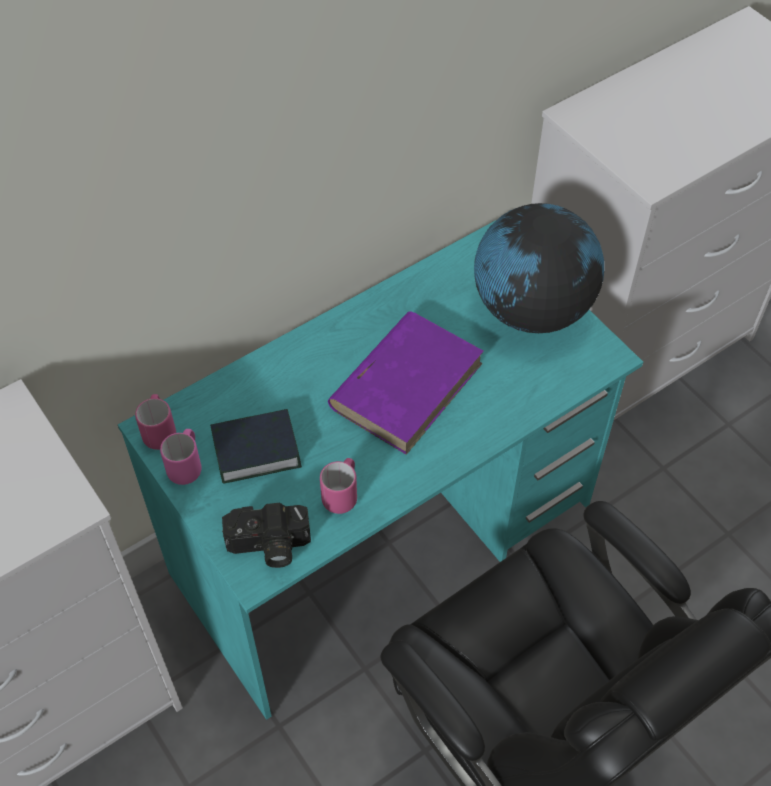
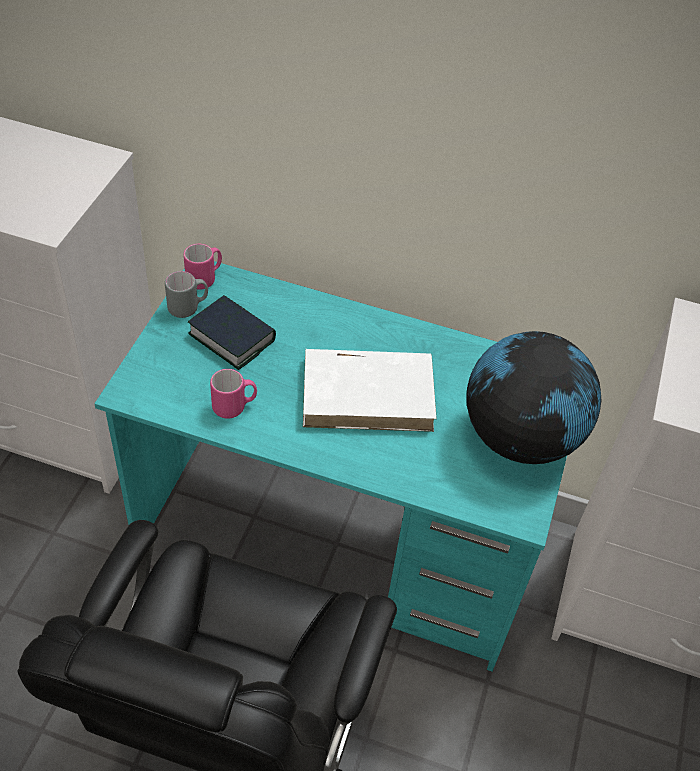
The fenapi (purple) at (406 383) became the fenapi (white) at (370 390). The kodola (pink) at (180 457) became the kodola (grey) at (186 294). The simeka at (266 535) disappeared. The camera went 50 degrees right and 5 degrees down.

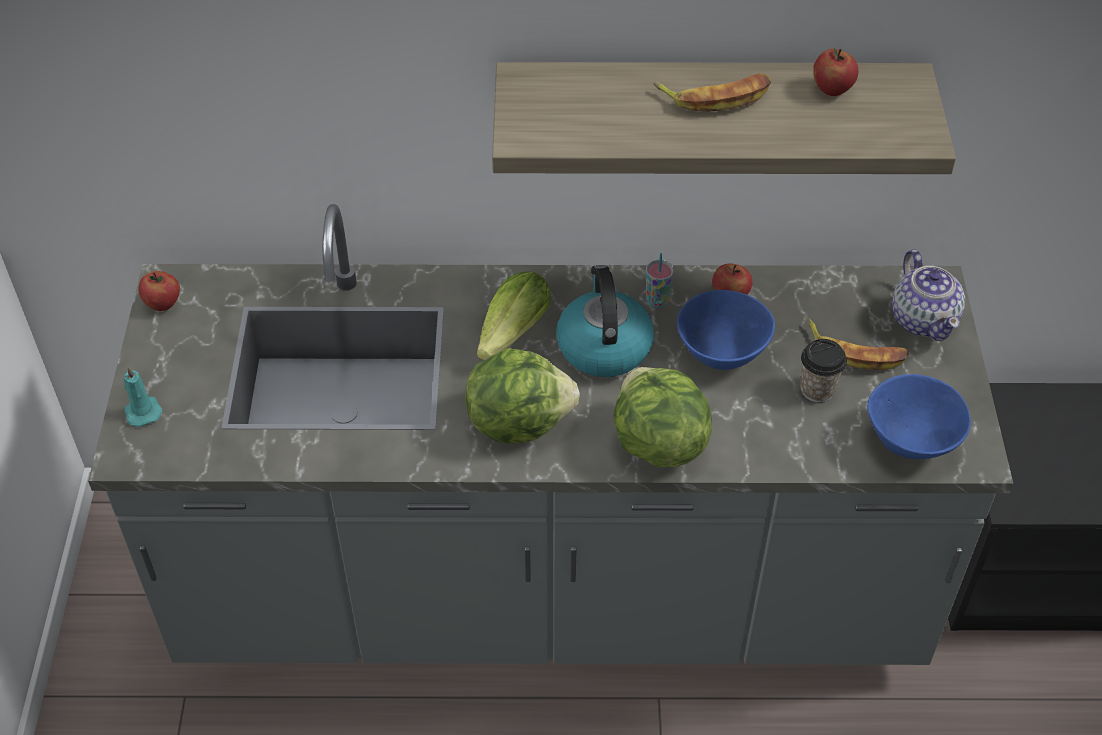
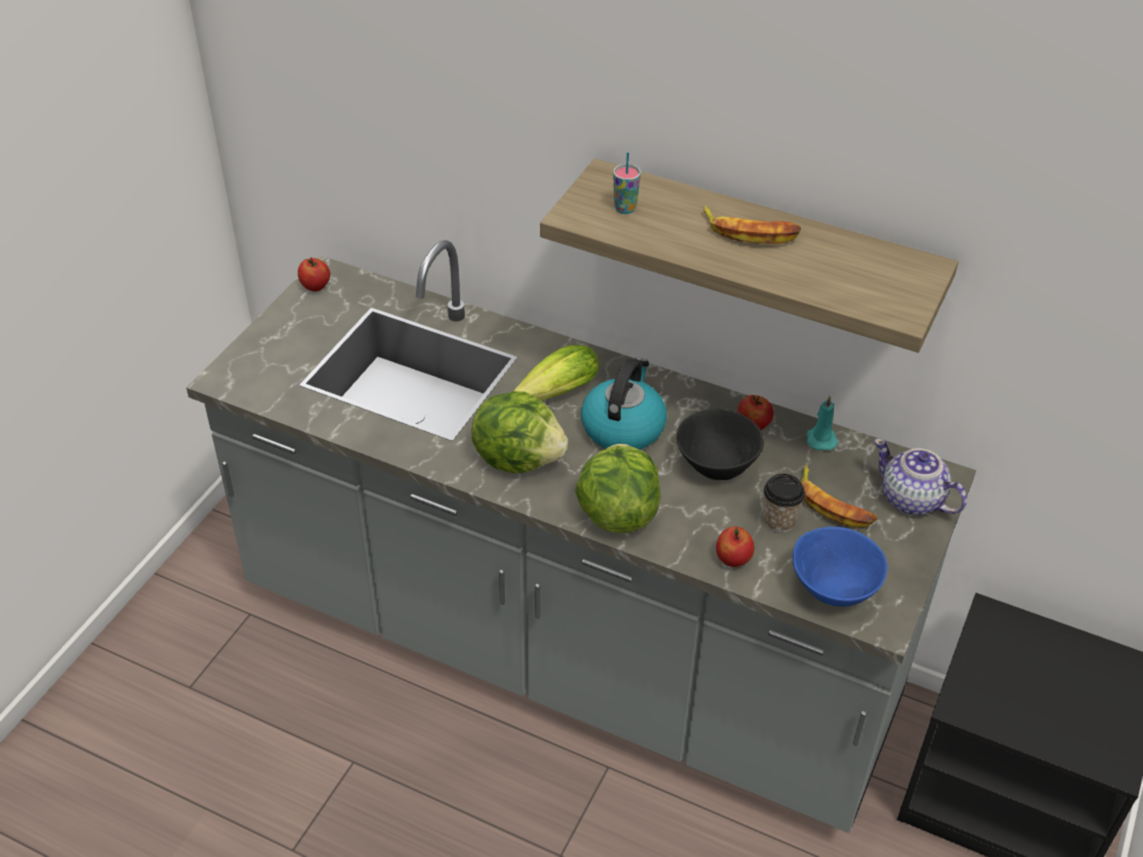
The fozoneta moved from (835 72) to (735 547). The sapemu at (928 295) turned 120 degrees clockwise. The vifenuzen moved from (660 280) to (627 183). The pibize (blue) at (726 330) became the pibize (black) at (720 444). The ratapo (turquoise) moved from (143 396) to (822 423). The camera went 25 degrees right and 5 degrees down.

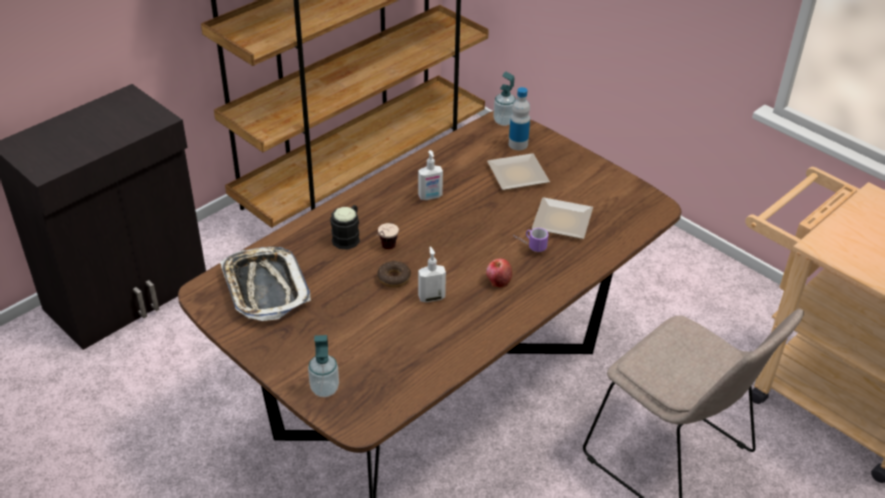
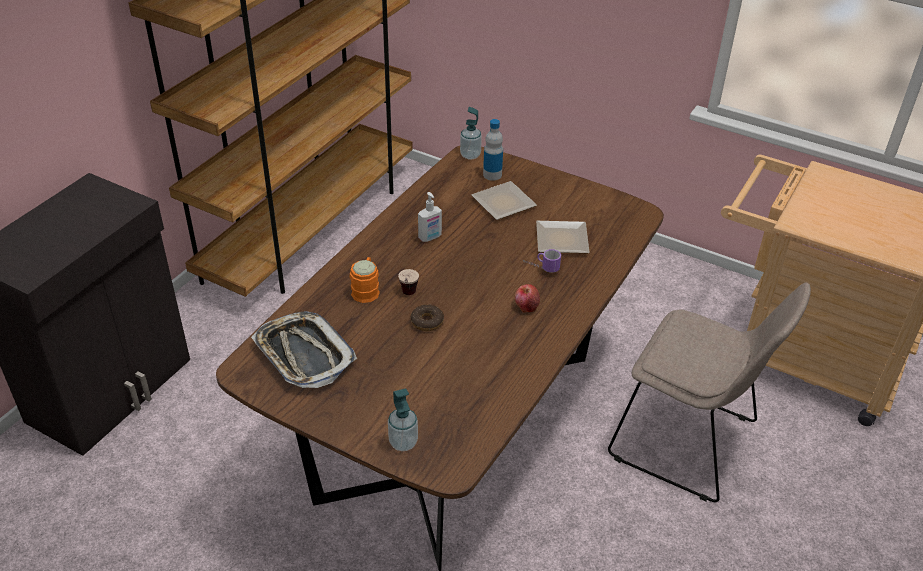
The kodola (black) at (345 227) became the kodola (orange) at (365 280). The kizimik at (432 274) disappeared. The camera went 15 degrees left and 0 degrees up.

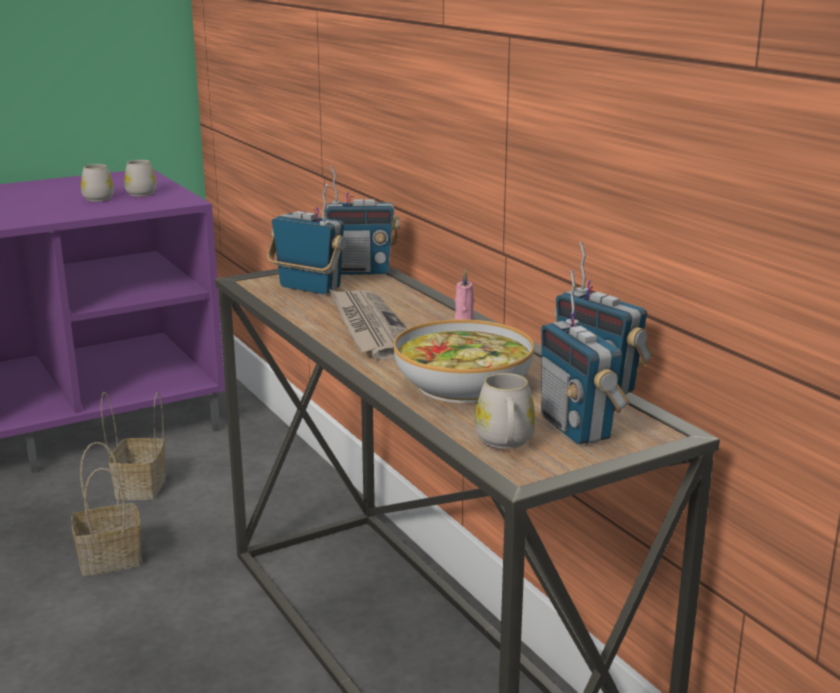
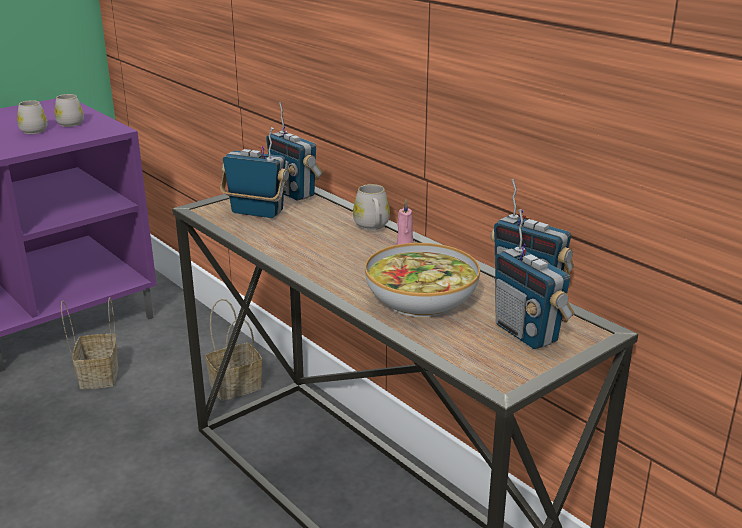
The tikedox at (361 220) turned 60 degrees clockwise. The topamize at (368 324) disappeared. The kodola (white) moved from (505 411) to (371 207). The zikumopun moved from (106 509) to (234 350). The camera went 10 degrees left and 5 degrees up.

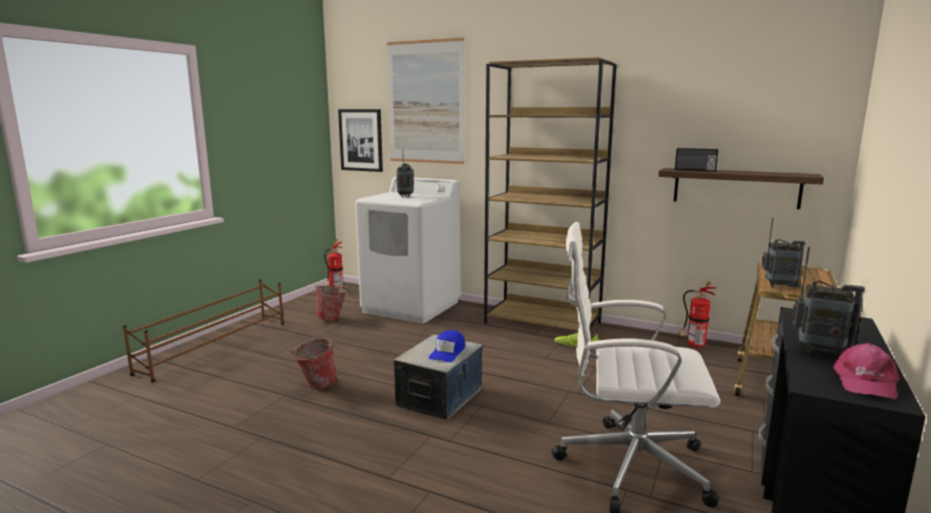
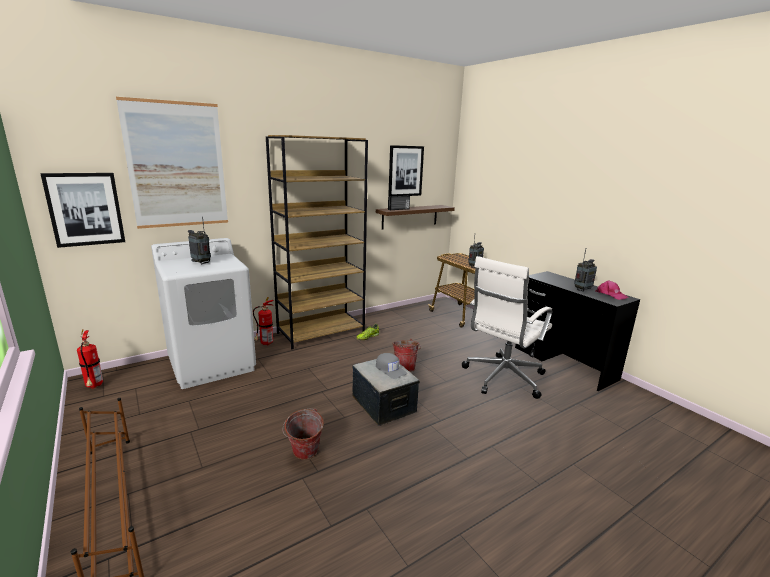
The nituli moved from (698 315) to (263 321). The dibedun moved from (331 303) to (406 355). The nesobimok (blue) at (447 346) became the nesobimok (grey) at (391 366). The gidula at (406 170) appeared. The camera went 60 degrees left and 5 degrees up.

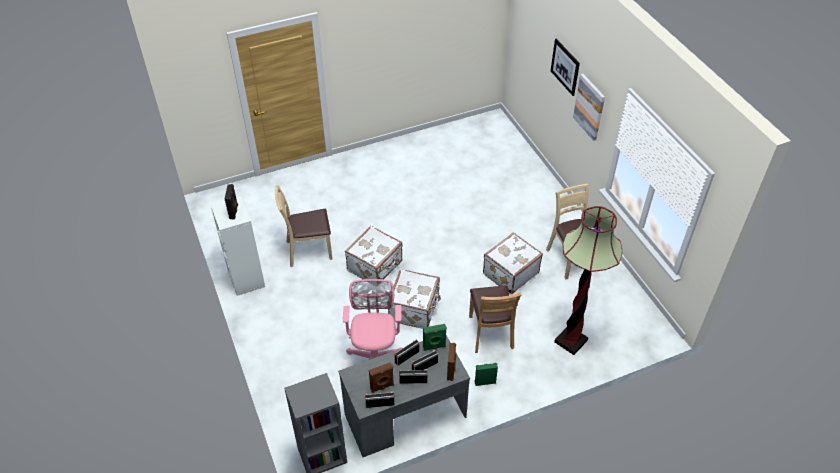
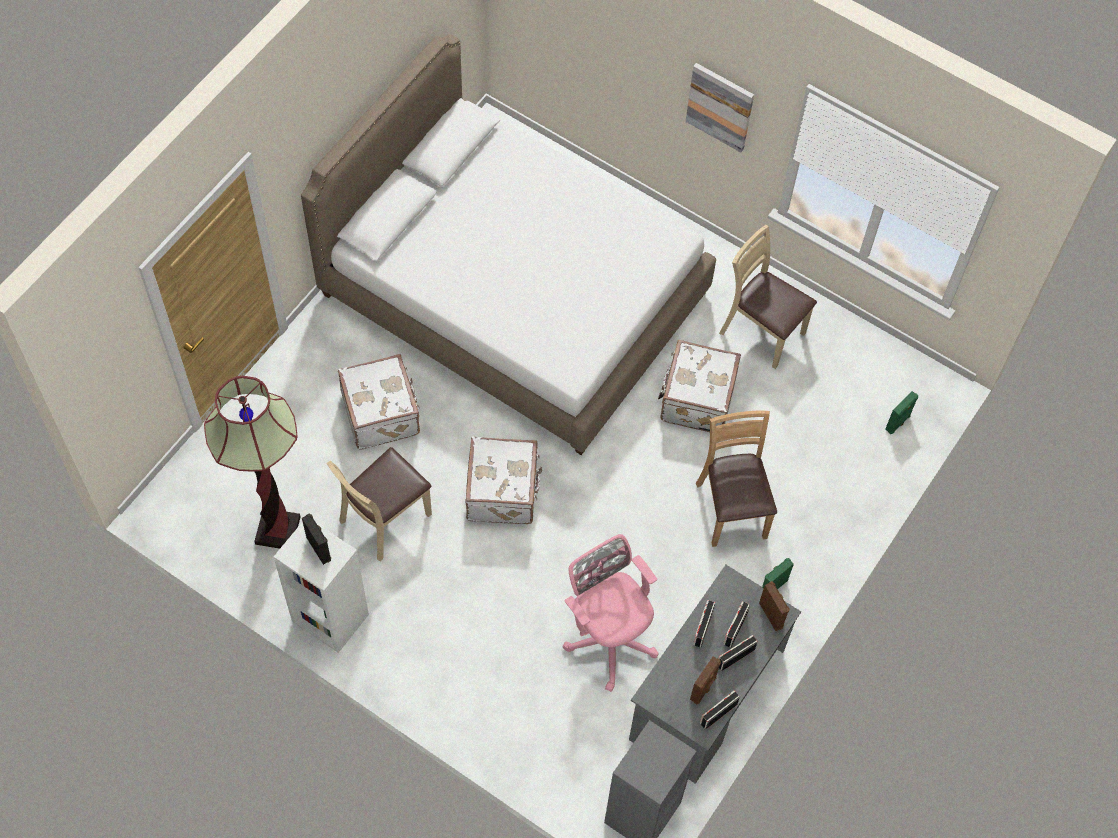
The gidula at (565 67) disappeared. The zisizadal moved from (588 280) to (252 462). The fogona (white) moved from (414 299) to (379 402). The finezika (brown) at (495 319) turned 150 degrees counterclockwise. The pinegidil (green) moved from (435 337) to (901 412). The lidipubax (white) at (508 244) appeared. The camera went 35 degrees left and 15 degrees up.

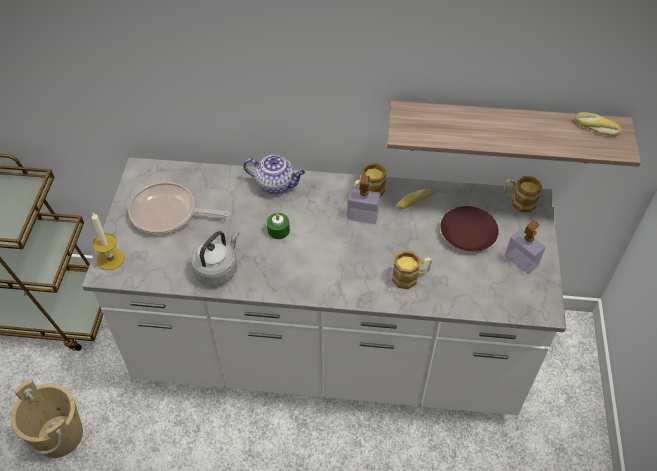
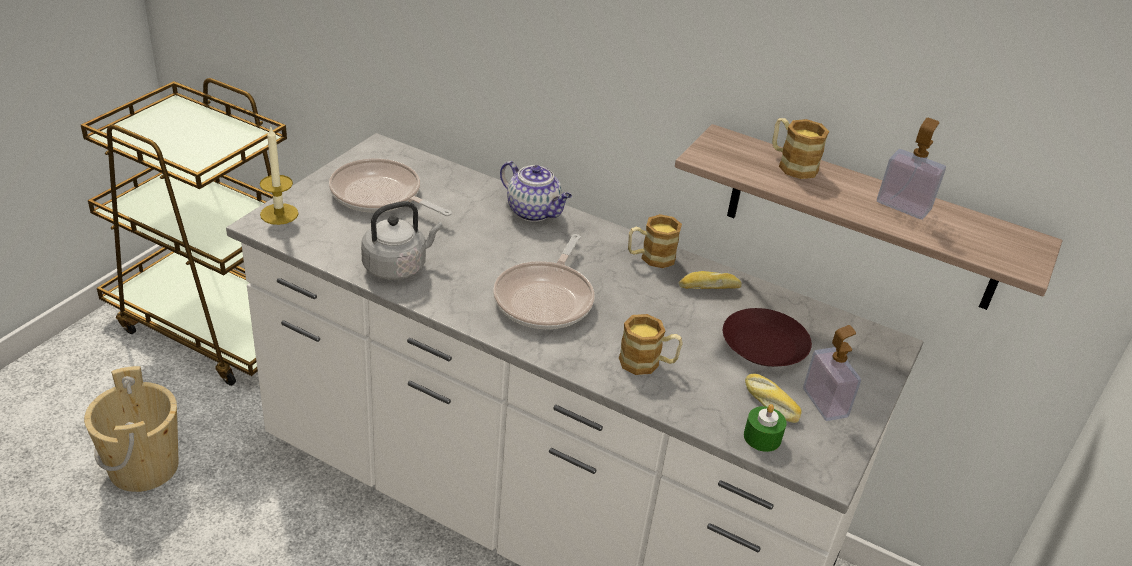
The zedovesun moved from (598 124) to (773 398). The kizimik moved from (363 199) to (911 169). The kodola moved from (523 194) to (800 148). The ratapo (green) moved from (278 226) to (765 428). The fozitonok at (543 281) appeared. The camera went 20 degrees right and 15 degrees down.

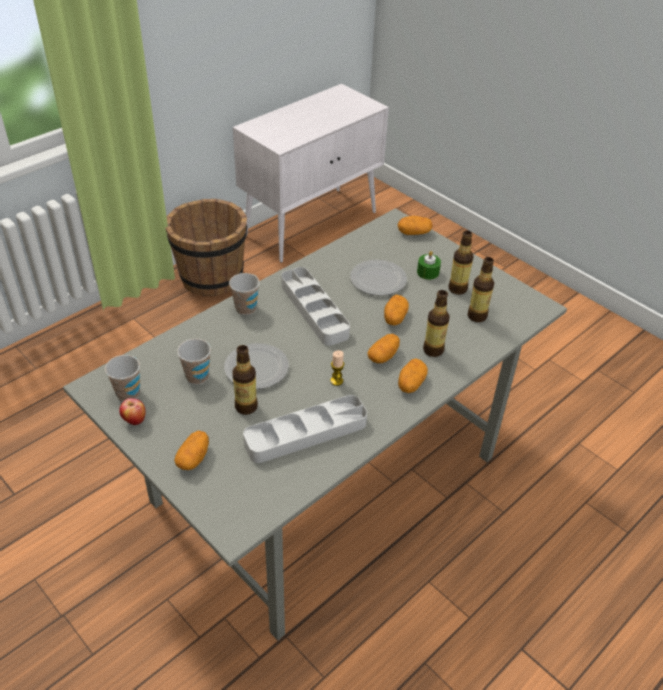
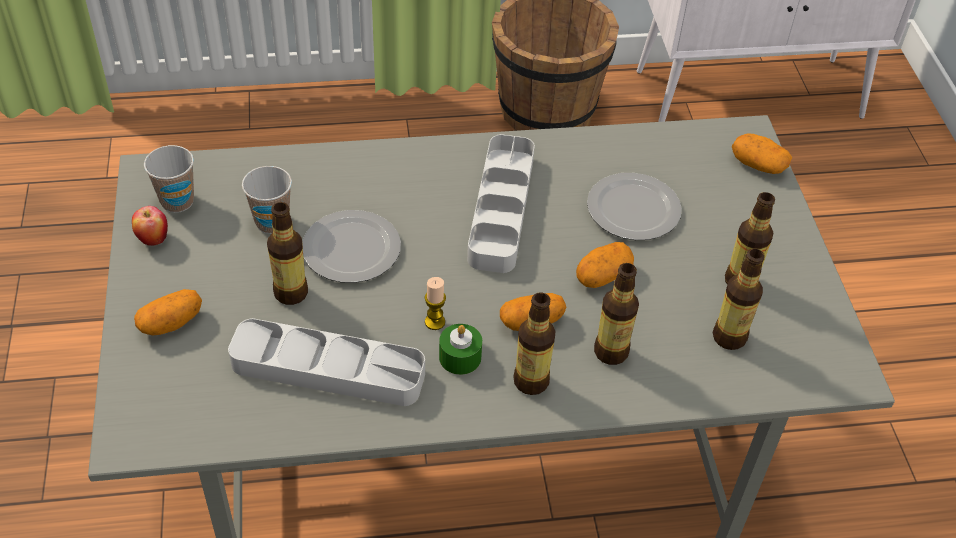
The ratapo (green) moved from (429 265) to (460 349). The vifenuzen at (244 294) disappeared. The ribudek at (413 375) was replaced by the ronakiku at (534 343). The camera went 35 degrees right and 5 degrees up.

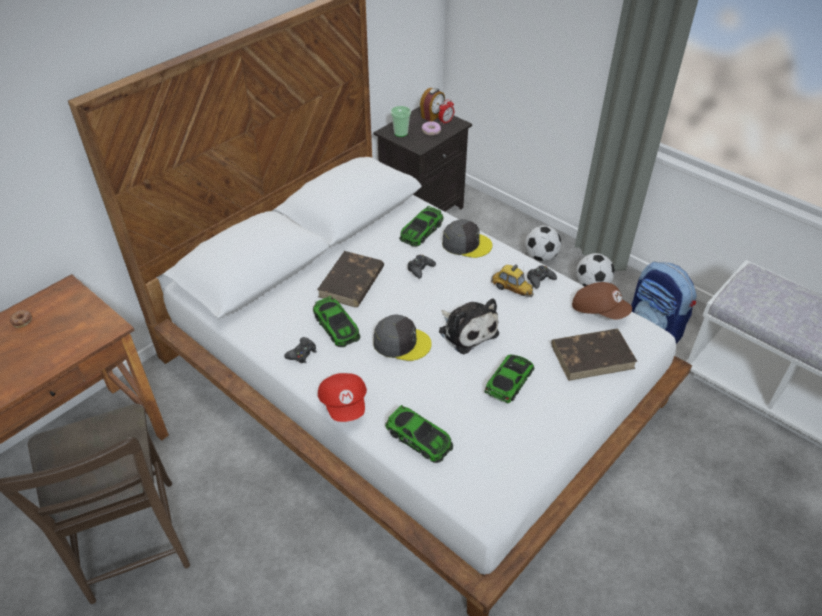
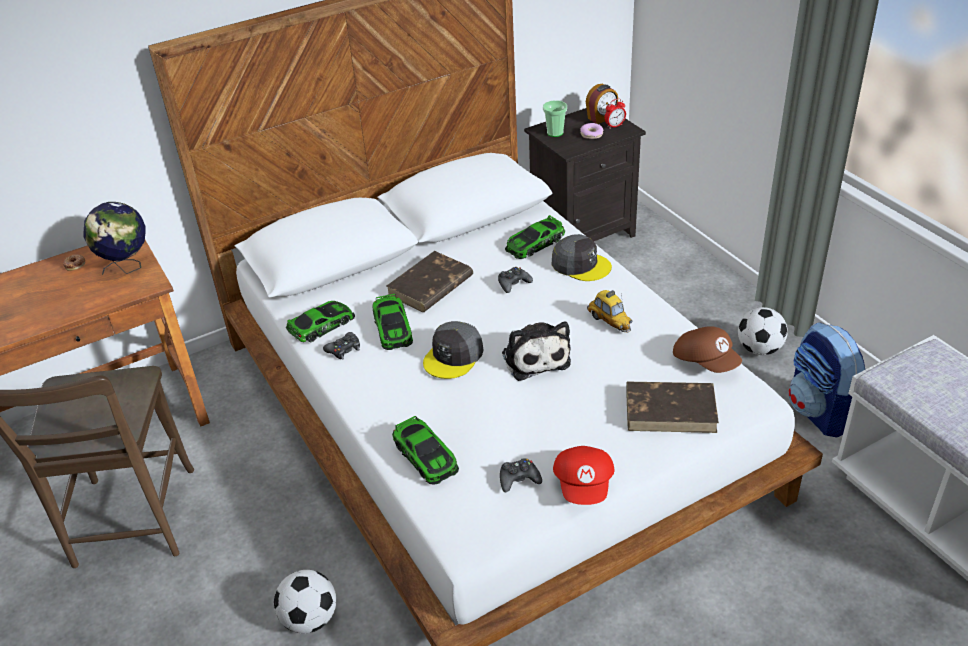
The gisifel moved from (543 243) to (305 602). The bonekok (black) moved from (542 277) to (521 475). The nesobimok (grey) at (402 338) turned 90 degrees clockwise. The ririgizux moved from (509 379) to (320 321). The nesobimok (red) moved from (342 397) to (583 475). The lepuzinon at (114 238) appeared. The camera went 20 degrees right and 5 degrees down.

